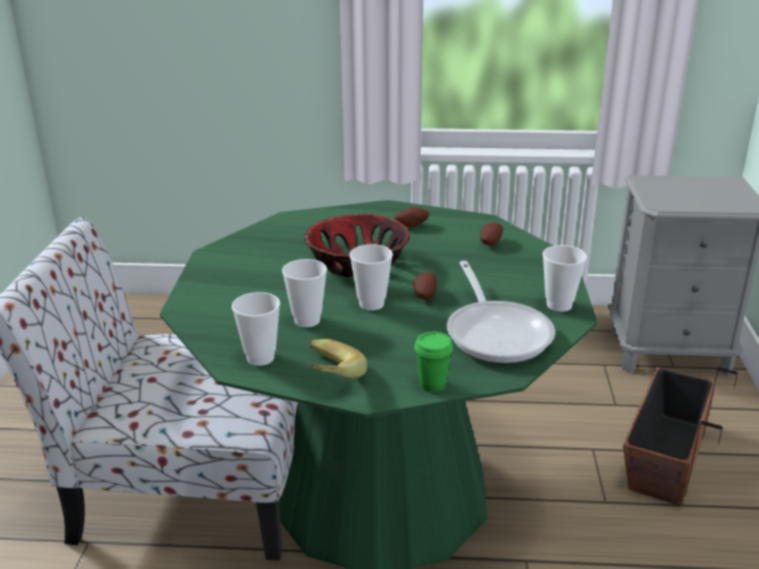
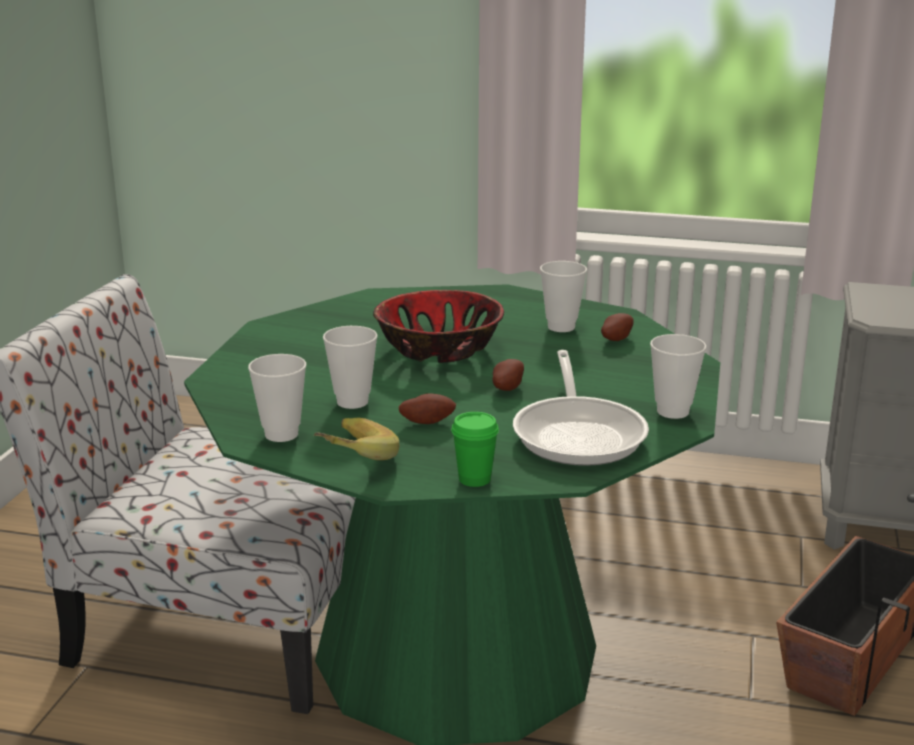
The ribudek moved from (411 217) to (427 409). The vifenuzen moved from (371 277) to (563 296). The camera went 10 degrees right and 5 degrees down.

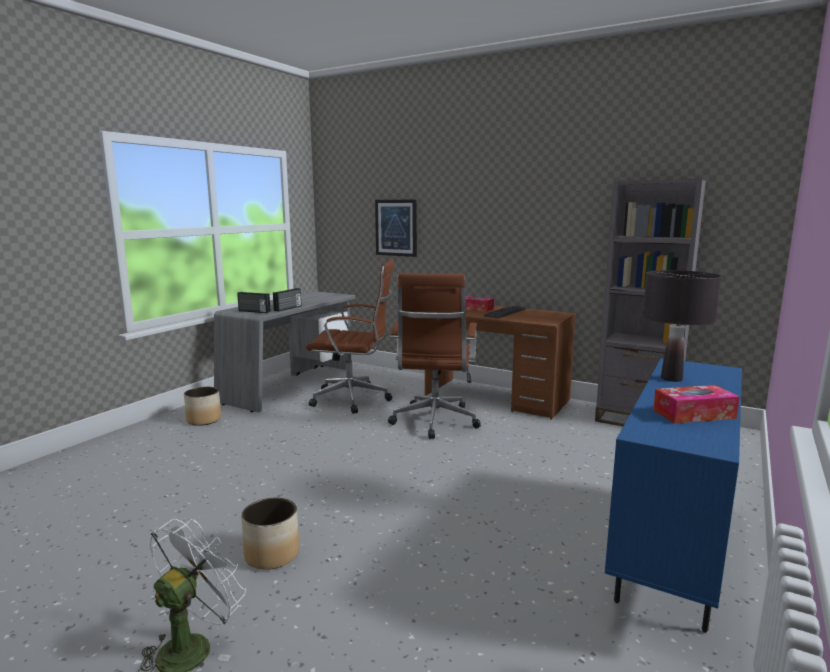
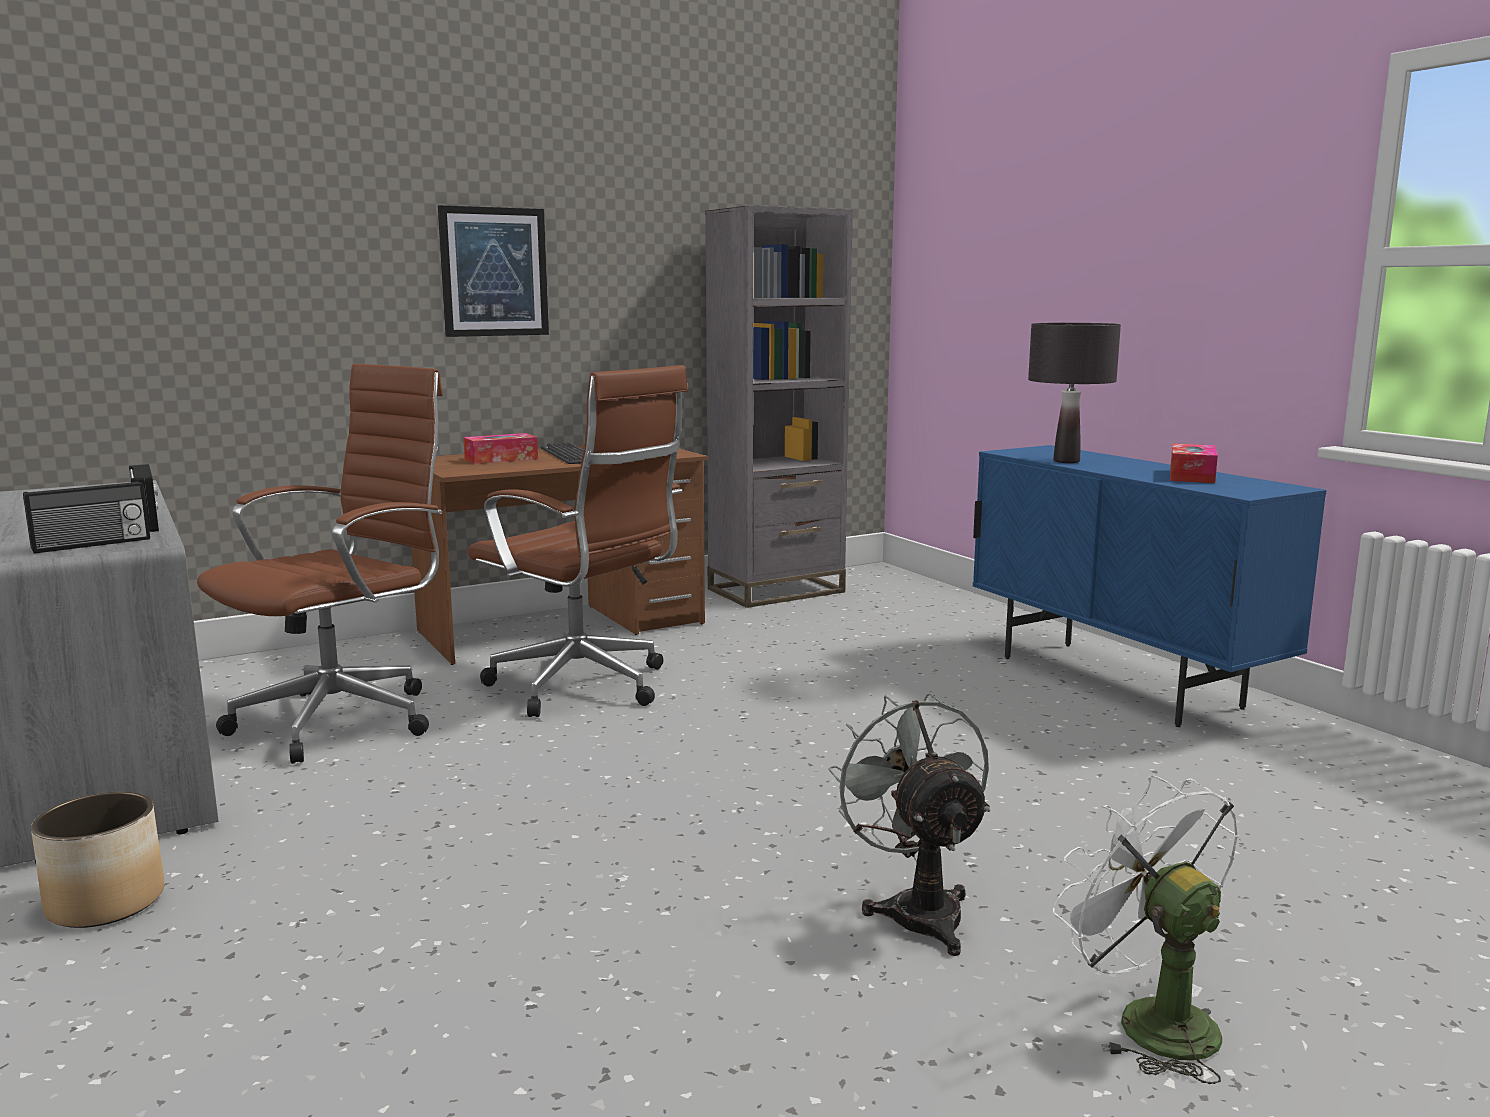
The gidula moved from (396 228) to (493 271). The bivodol at (270 534) was replaced by the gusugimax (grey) at (909 824). The camera went 60 degrees left and 0 degrees up.

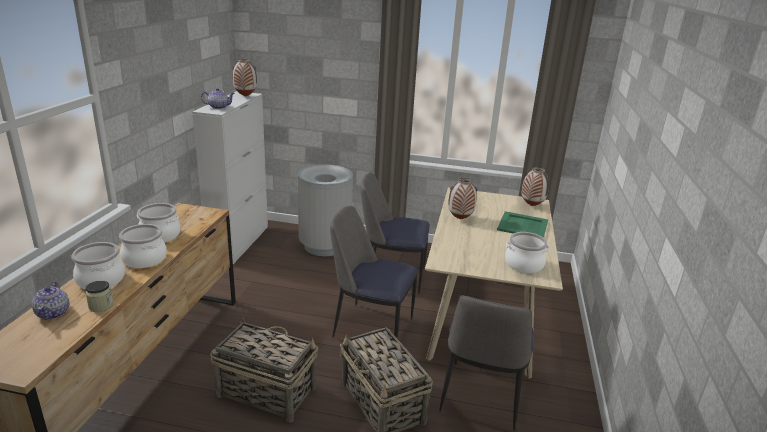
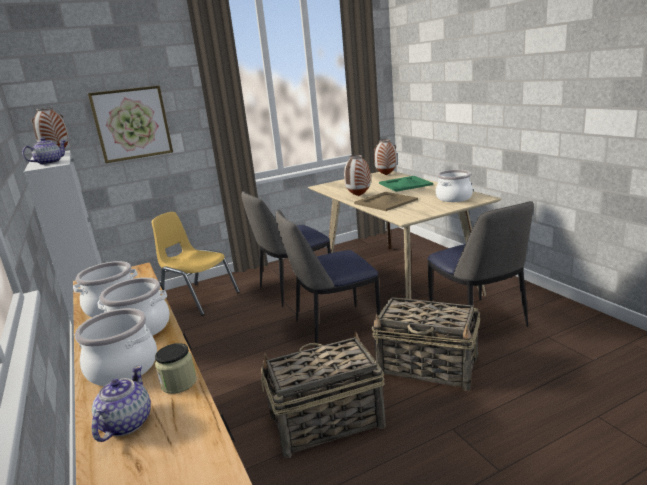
The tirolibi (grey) at (325 210) was replaced by the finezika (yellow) at (196 264). The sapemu at (51 300) turned 120 degrees counterclockwise. The gidula at (130 124) appeared. The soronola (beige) at (386 201) appeared. The camera went 35 degrees left and 5 degrees down.

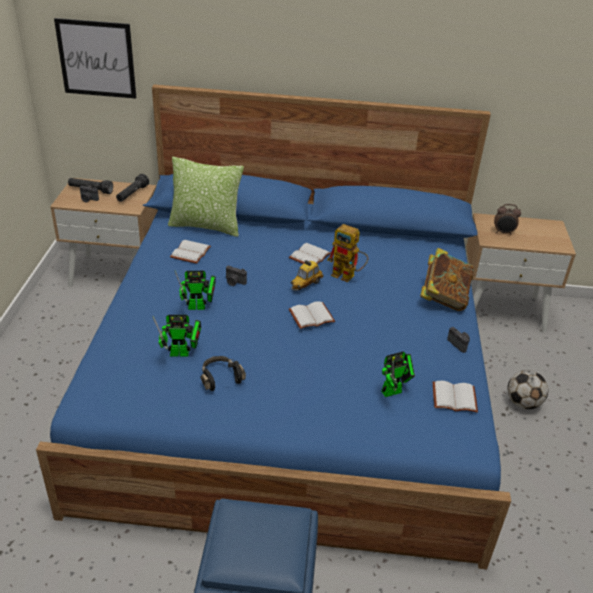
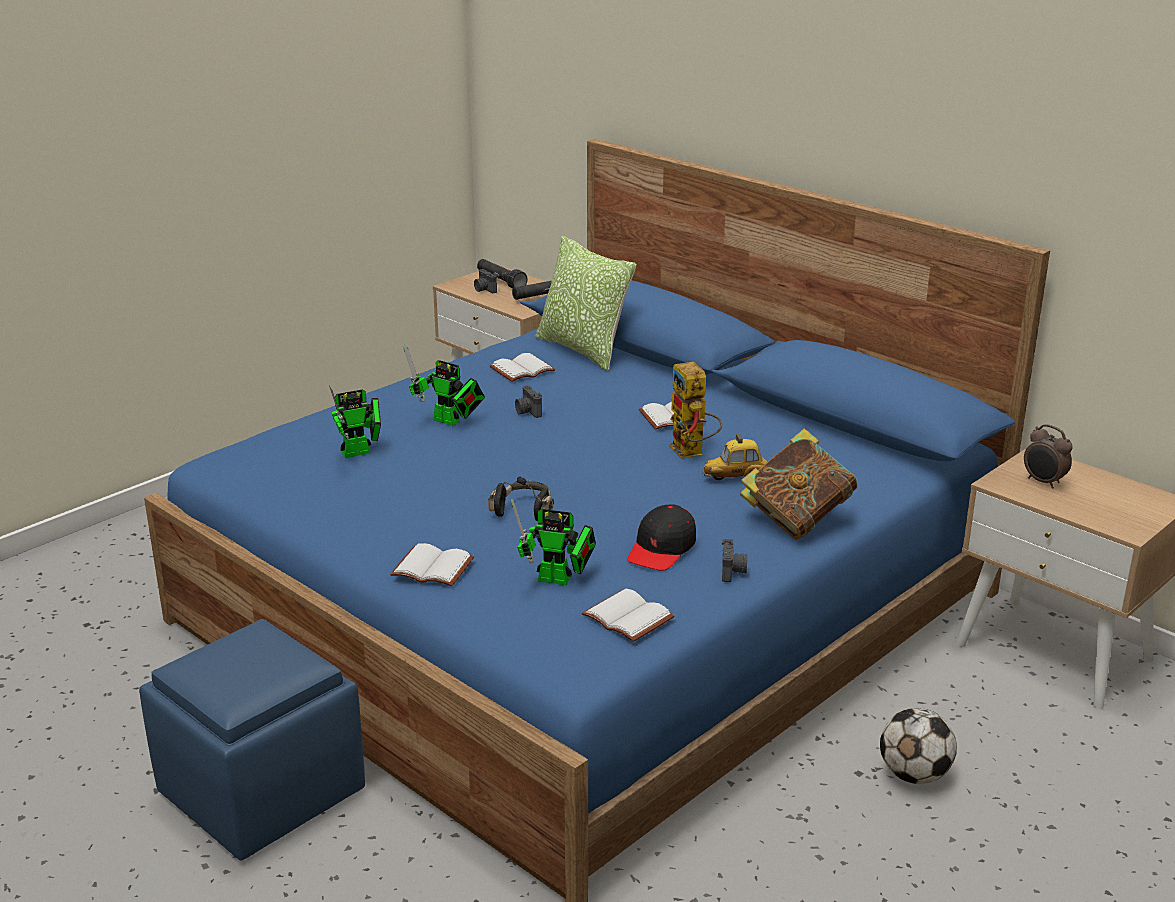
The gidula at (95 58) disappeared. The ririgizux moved from (307 275) to (735 457). The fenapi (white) moved from (312 315) to (432 564). The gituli at (177 336) turned 60 degrees counterclockwise. The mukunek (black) moved from (223 373) to (521 498). The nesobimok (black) at (661 538) appeared. The camera went 40 degrees right and 10 degrees down.

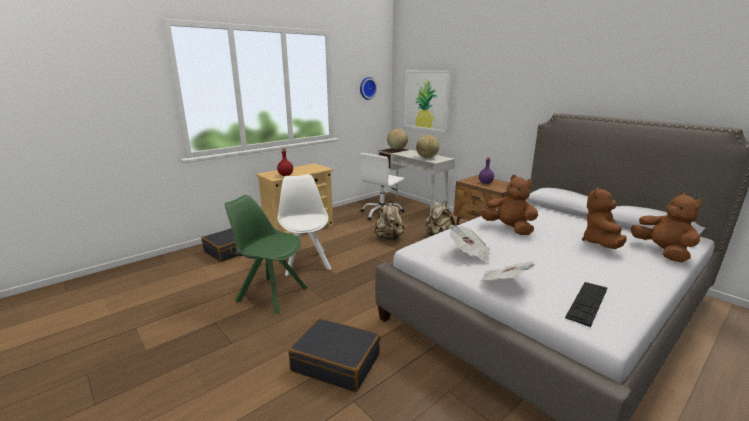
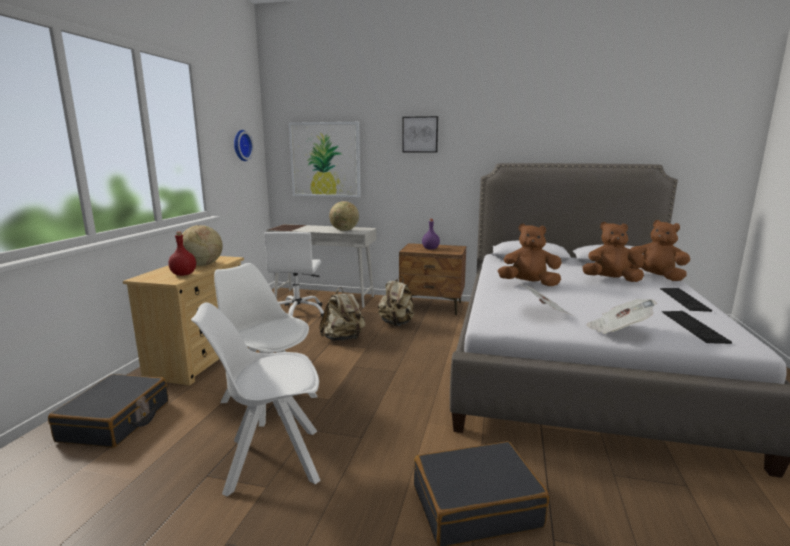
The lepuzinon moved from (397 139) to (202 245). The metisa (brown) at (604 218) turned 105 degrees clockwise. The finezika (green) at (266 254) became the finezika (white) at (256 399). The gidula at (420 134) appeared. The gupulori at (686 300) appeared. The camera went 35 degrees left and 5 degrees down.

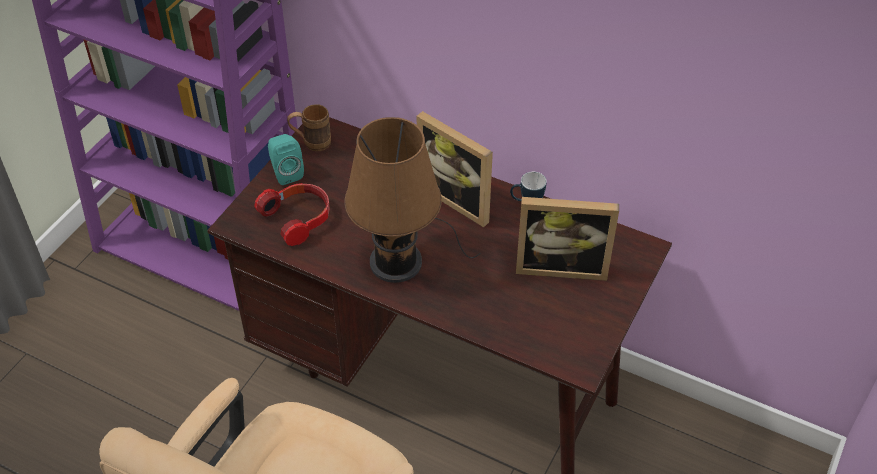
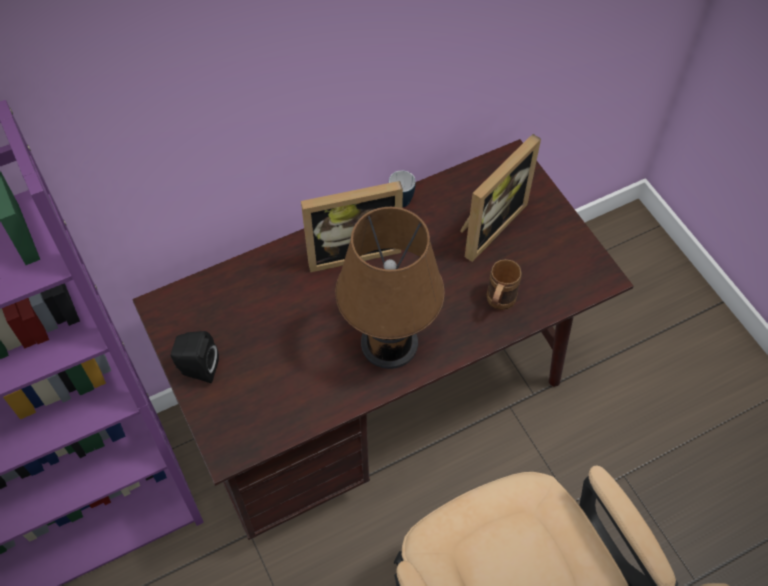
The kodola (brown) moved from (309 127) to (504 284). The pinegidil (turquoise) at (286 159) became the pinegidil (black) at (195 357). The mukunek at (292 214) disappeared. The camera went 55 degrees left and 10 degrees up.

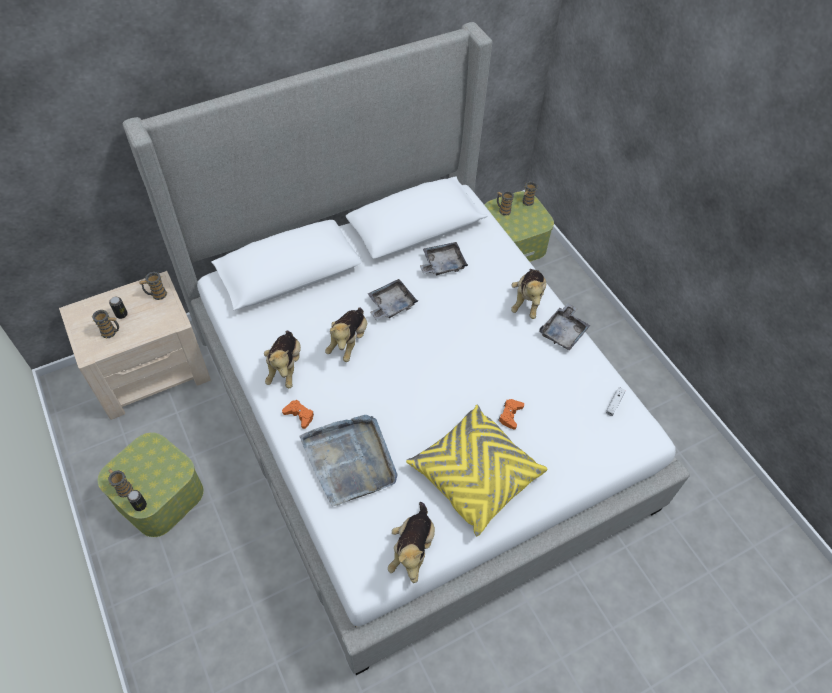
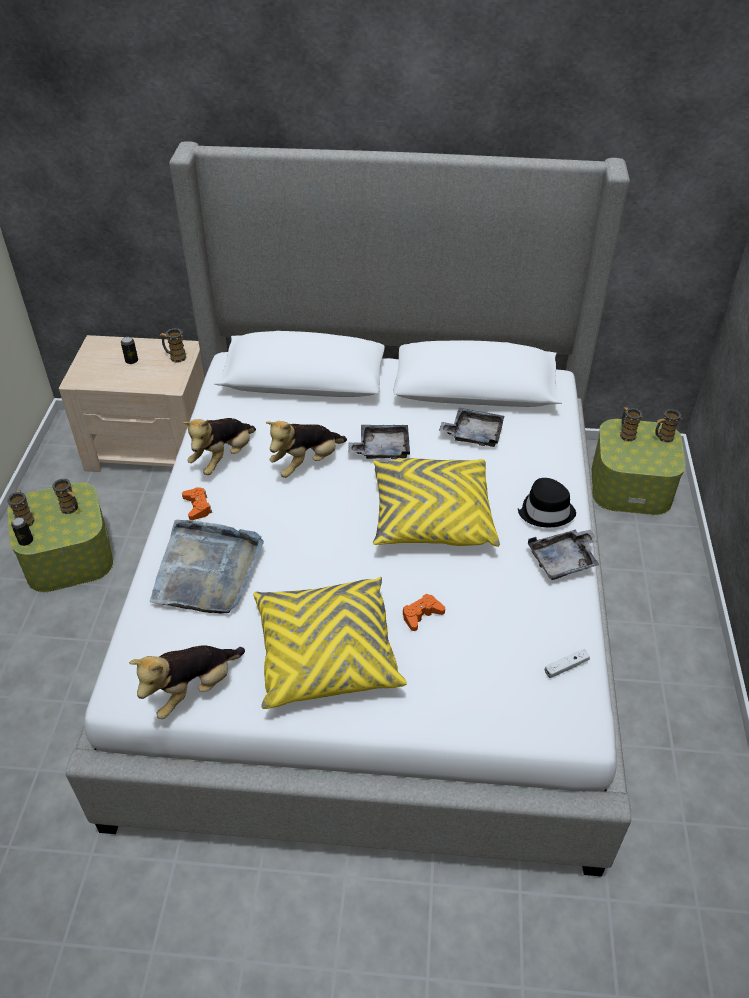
The metisa at (528 294) was replaced by the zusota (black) at (547 502). The kodola moved from (105 324) to (65 496). The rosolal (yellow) at (436 502) appeared. The camera went 35 degrees right and 10 degrees down.

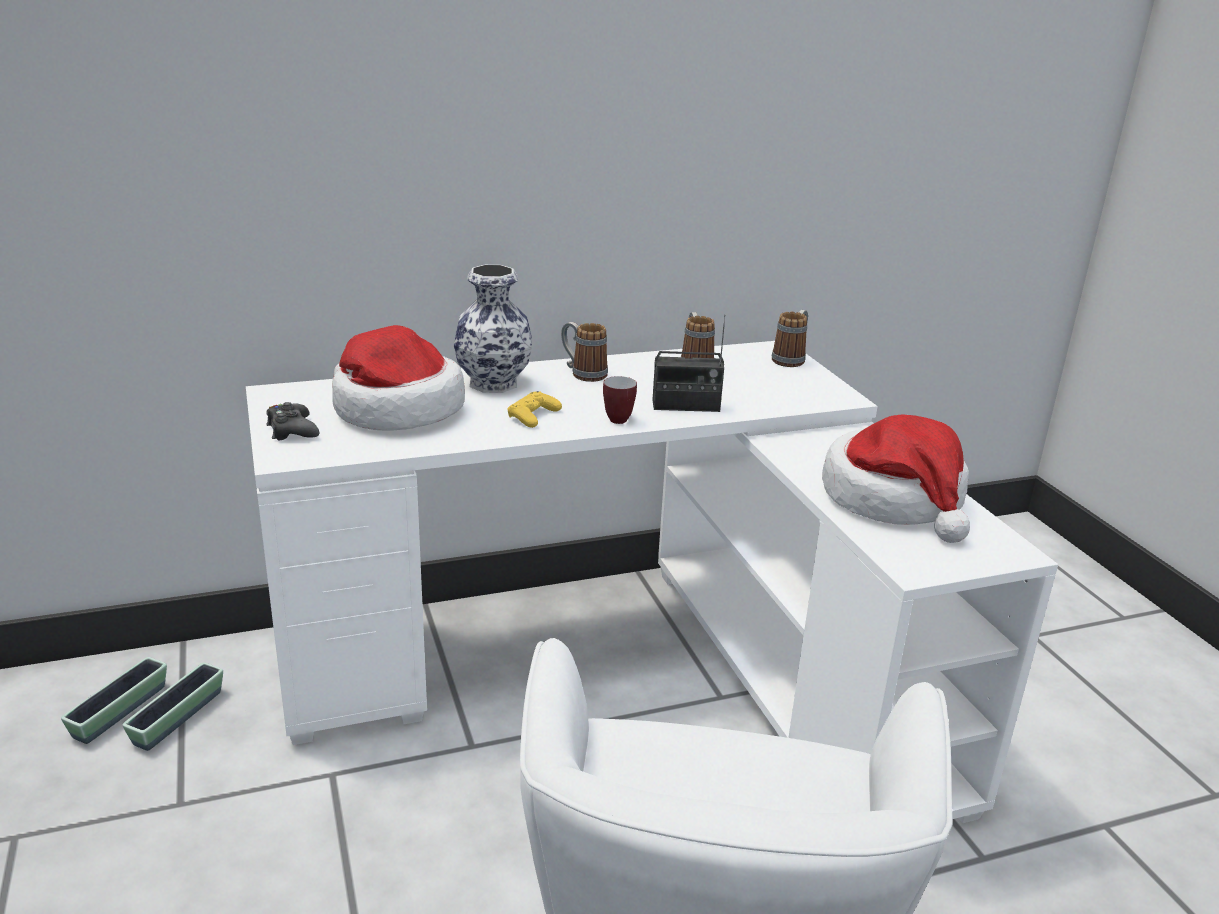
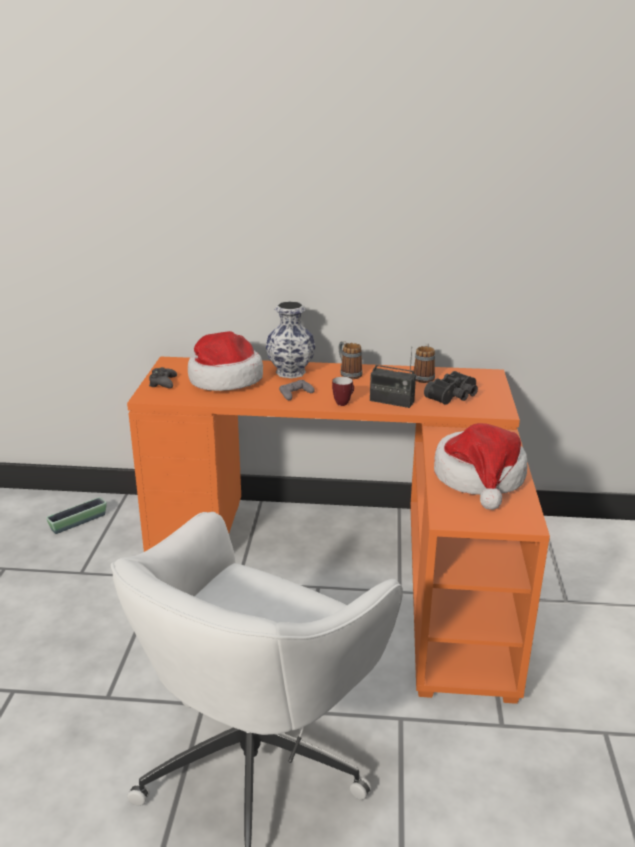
The kodola at (790 338) disappeared. The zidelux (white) at (652 582) became the zidelux (orange) at (338 530). The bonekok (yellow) at (534 409) became the bonekok (grey) at (297 390). The bivodol at (172 707) disappeared. The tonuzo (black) at (451 388) appeared. The camera went 25 degrees right and 0 degrees up.

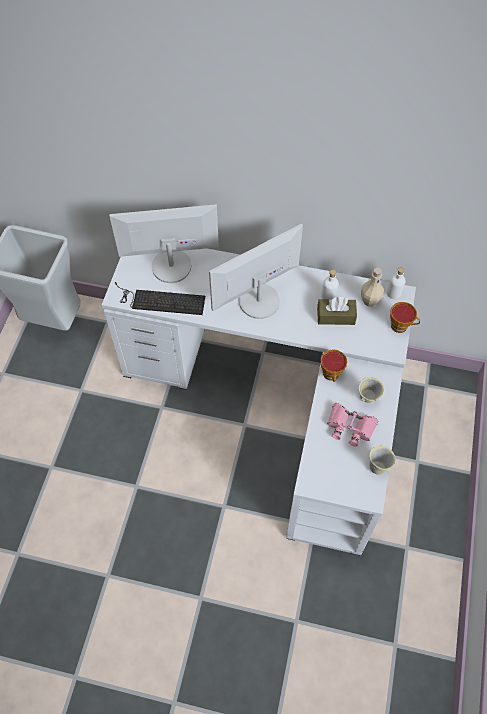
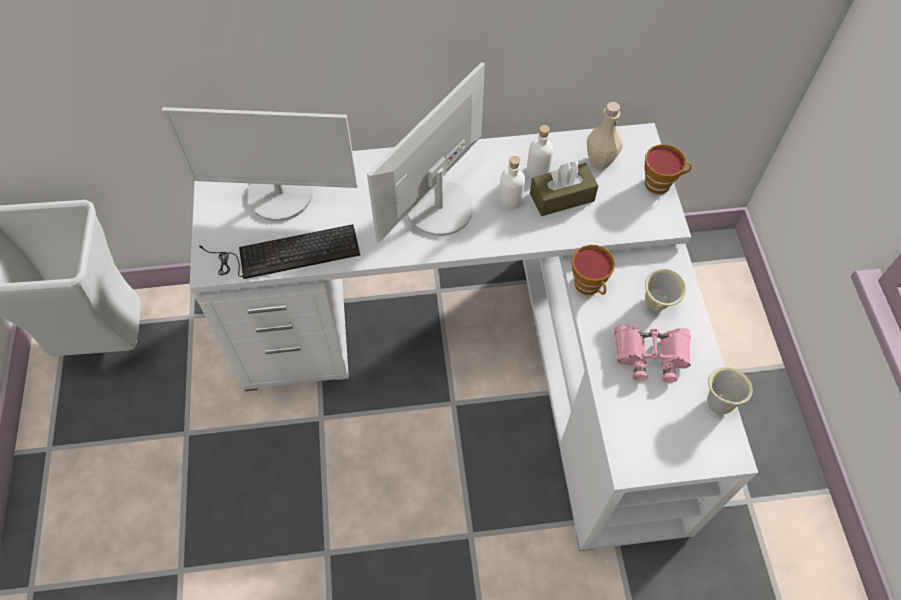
The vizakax at (164 243) turned 150 degrees counterclockwise. The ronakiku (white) moved from (396 283) to (512 183). The camera went 20 degrees left and 0 degrees up.

